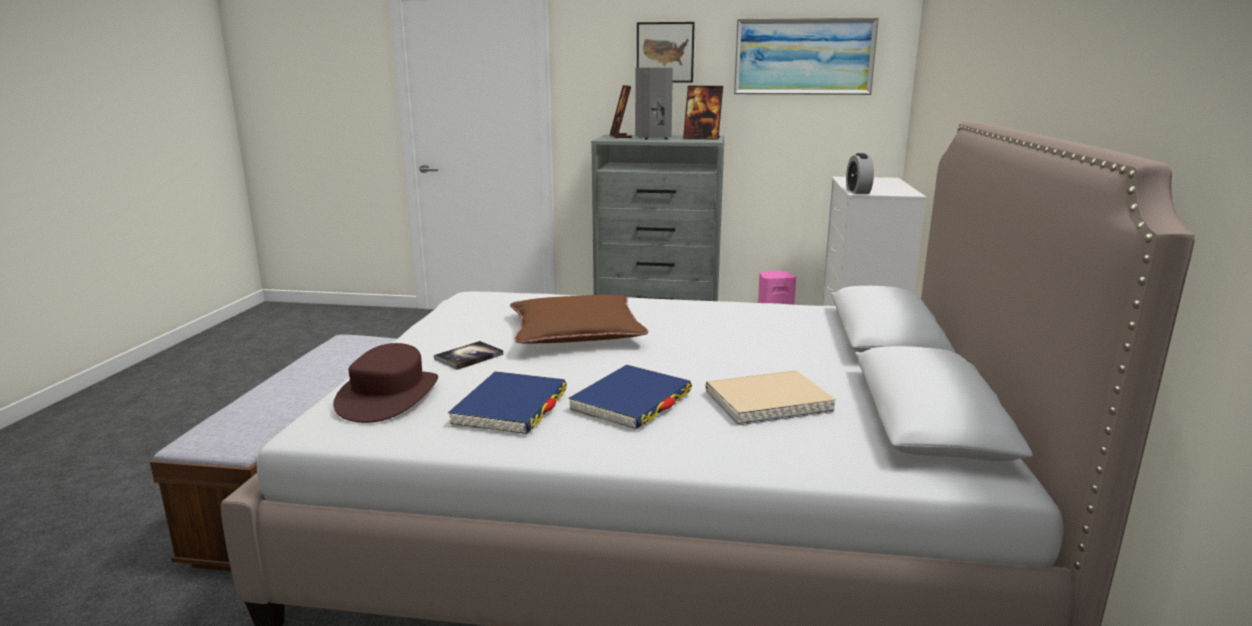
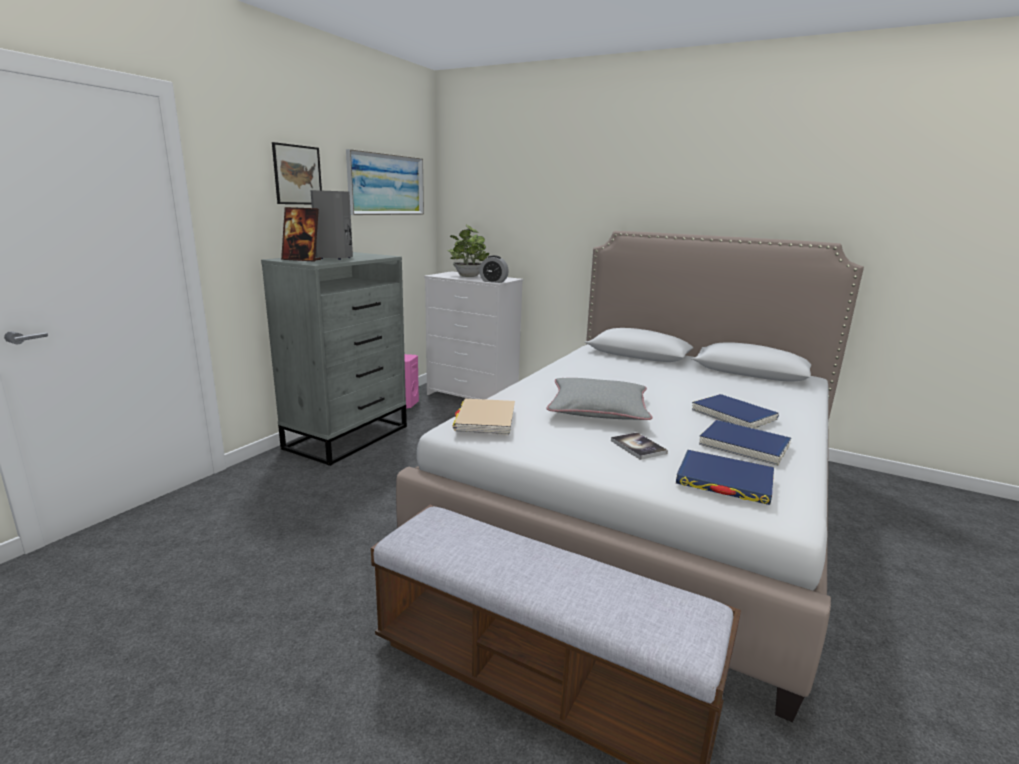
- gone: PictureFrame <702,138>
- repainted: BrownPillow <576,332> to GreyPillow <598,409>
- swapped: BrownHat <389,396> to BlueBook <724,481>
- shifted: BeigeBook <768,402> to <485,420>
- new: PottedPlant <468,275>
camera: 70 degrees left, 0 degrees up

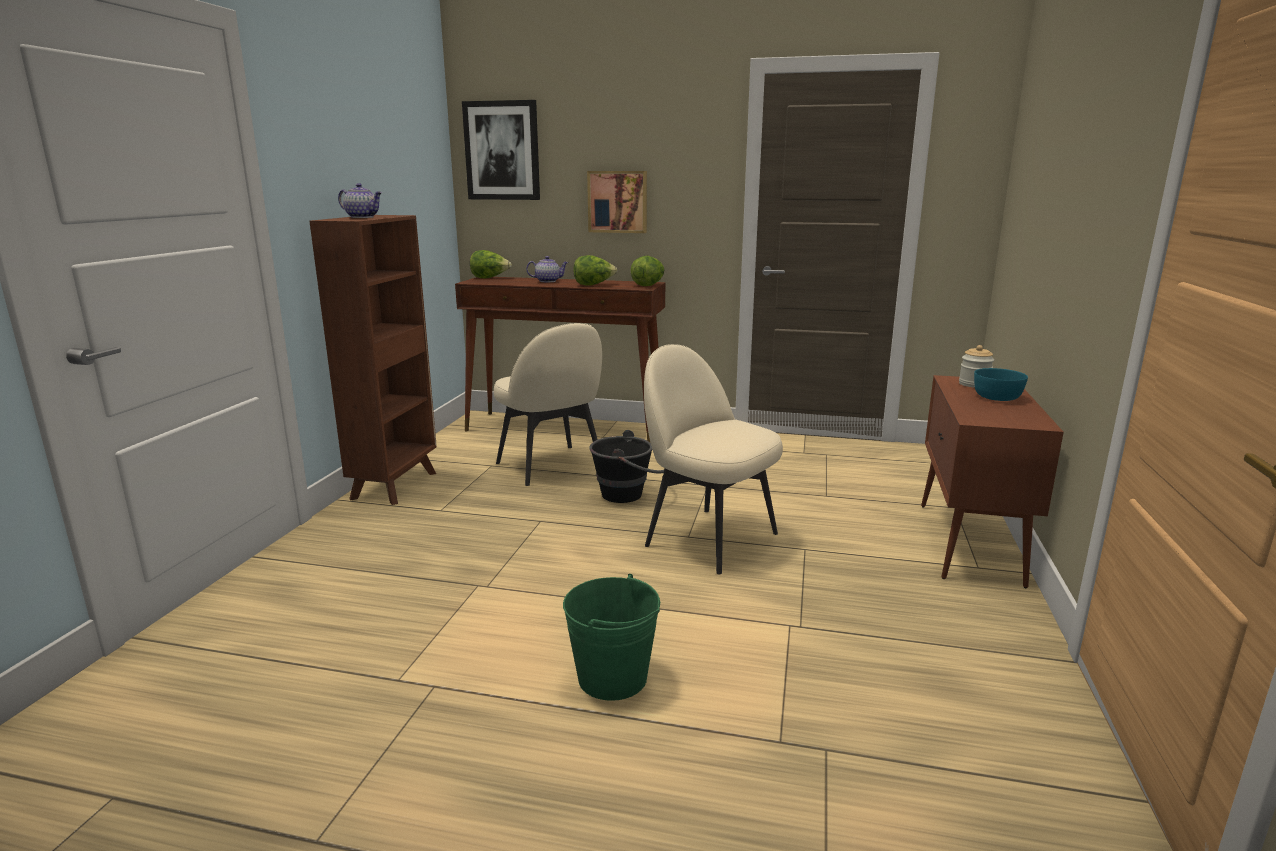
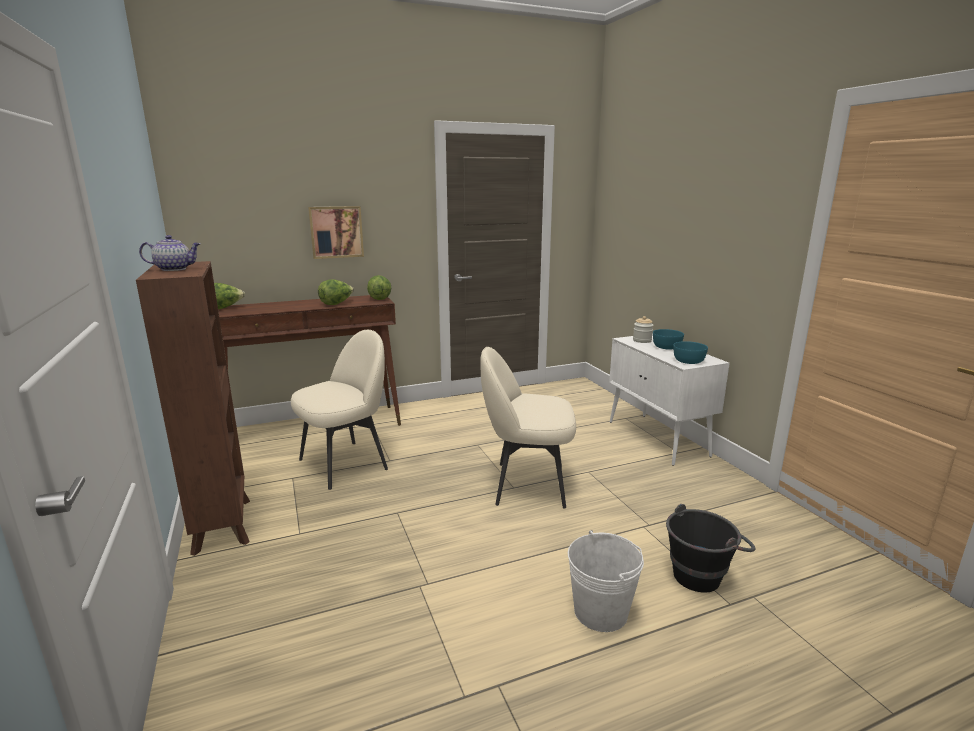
- gone: Picture <502,151>
- gone: Teapot <548,281>
- rotated: BeigeChair <551,466> = <345,463> 60 degrees counterclockwise
- repainted: BrownCabinet <969,543> to WhiteCabinet <658,439>
- shifted: BlackBucket <630,495> to <703,573>
- repainted: GreenBucket <612,678> to WhiteBucket <600,612>
- new: TurquoiseBowl <689,361>
camera: 35 degrees left, 0 degrees up

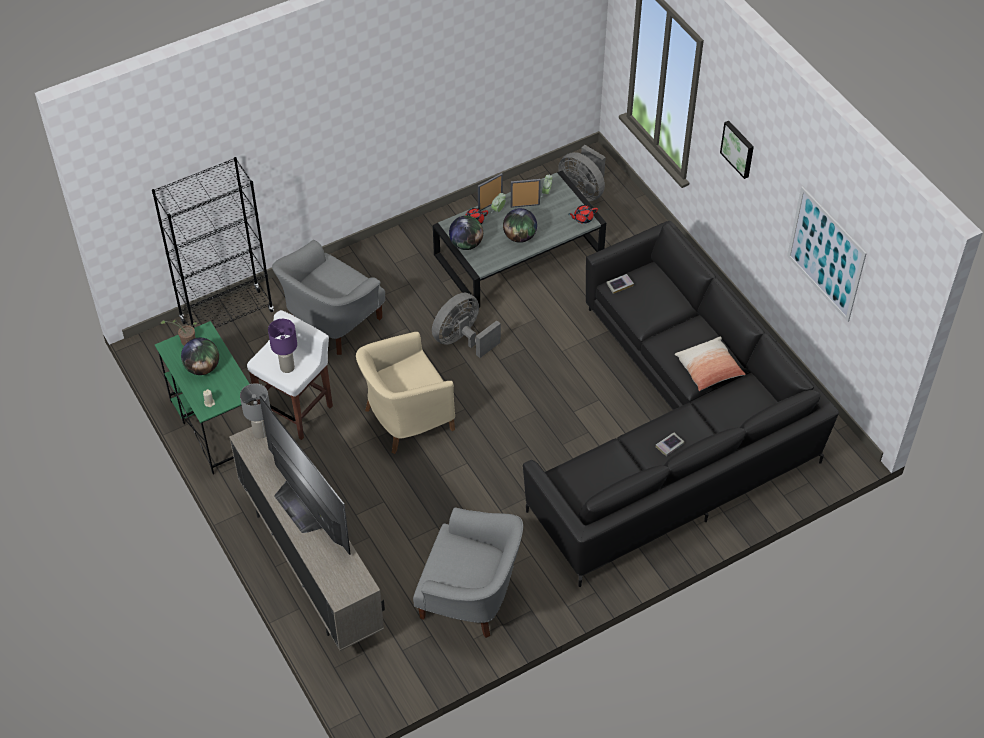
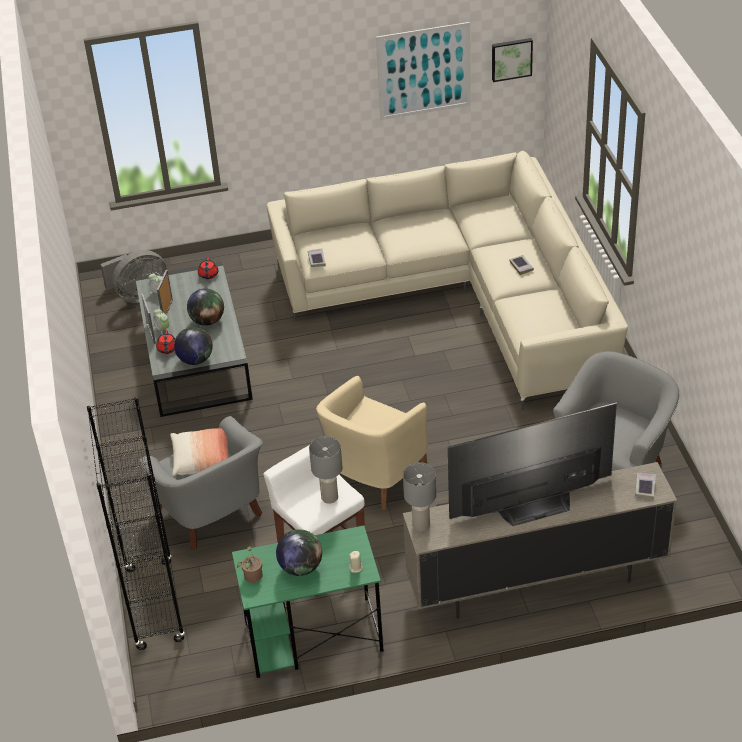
- shifted: Picture <738,148> to <511,58>
- repainted: BlackSofa <674,430> to BeigeSofa <464,297>
- gone: GreyFan <462,340>
- repainted: PurpleTableLamp <287,367> to GreyTableLamp <329,498>
- rotated: BeigeArmchair <406,419> = <373,475> 45 degrees clockwise
- shifted: Pillow <709,370> to <202,459>
- new: Book <645,487>
camera: 70 degrees left, 10 degrees down

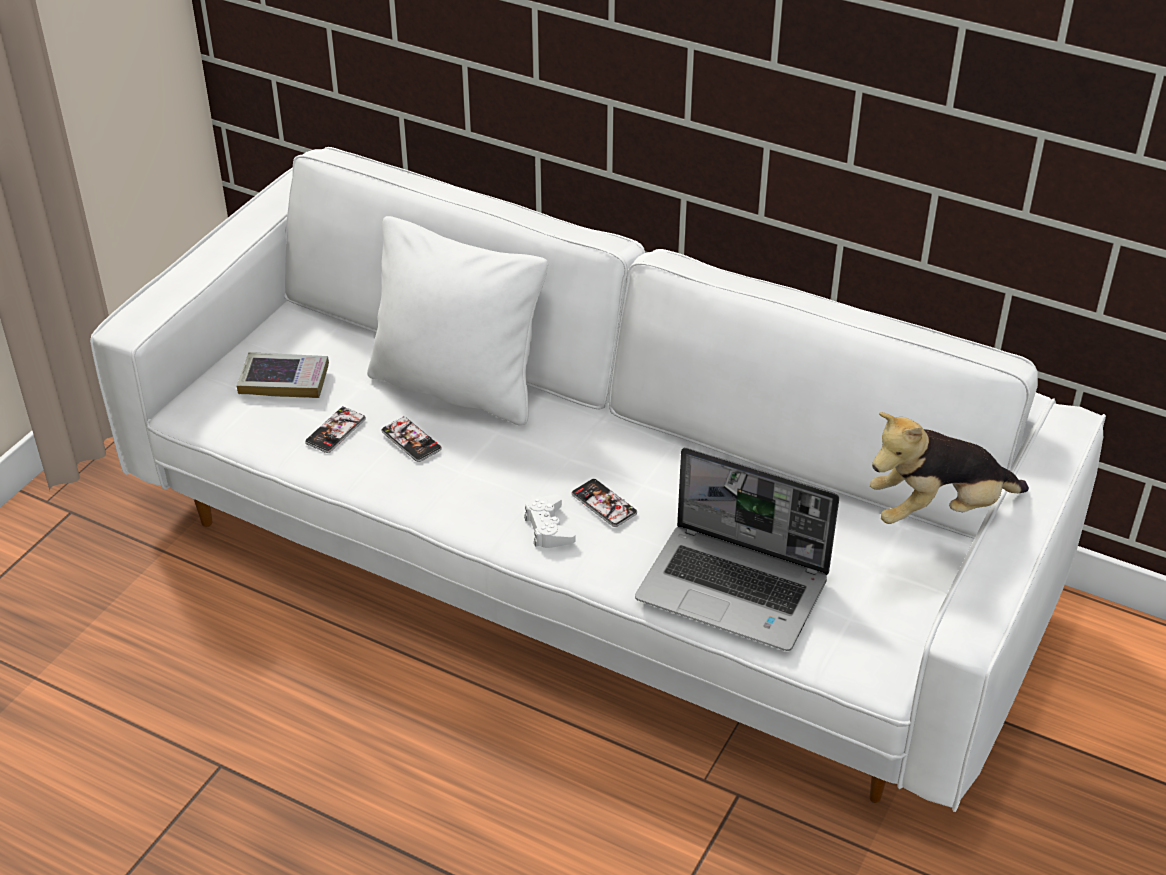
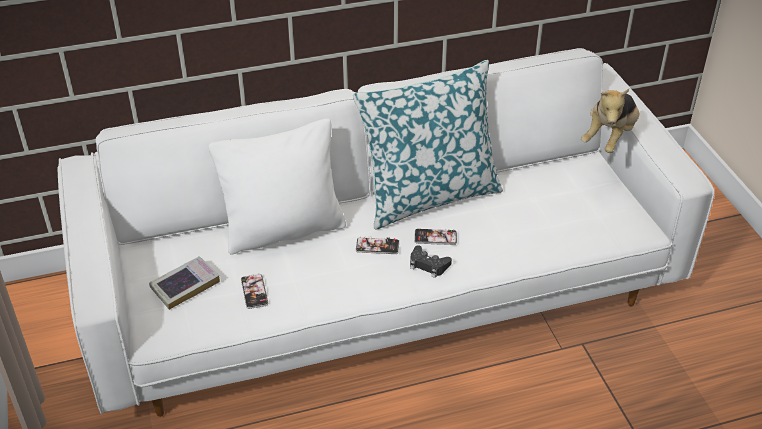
- shifted: Phone <411,440> to <377,246>
- gone: Laptop <735,589>
- repainted: WhiteGameController <549,528> to BlackGameController <428,265>
- new: Pillow <429,195>
camera: 45 degrees left, 0 degrees up

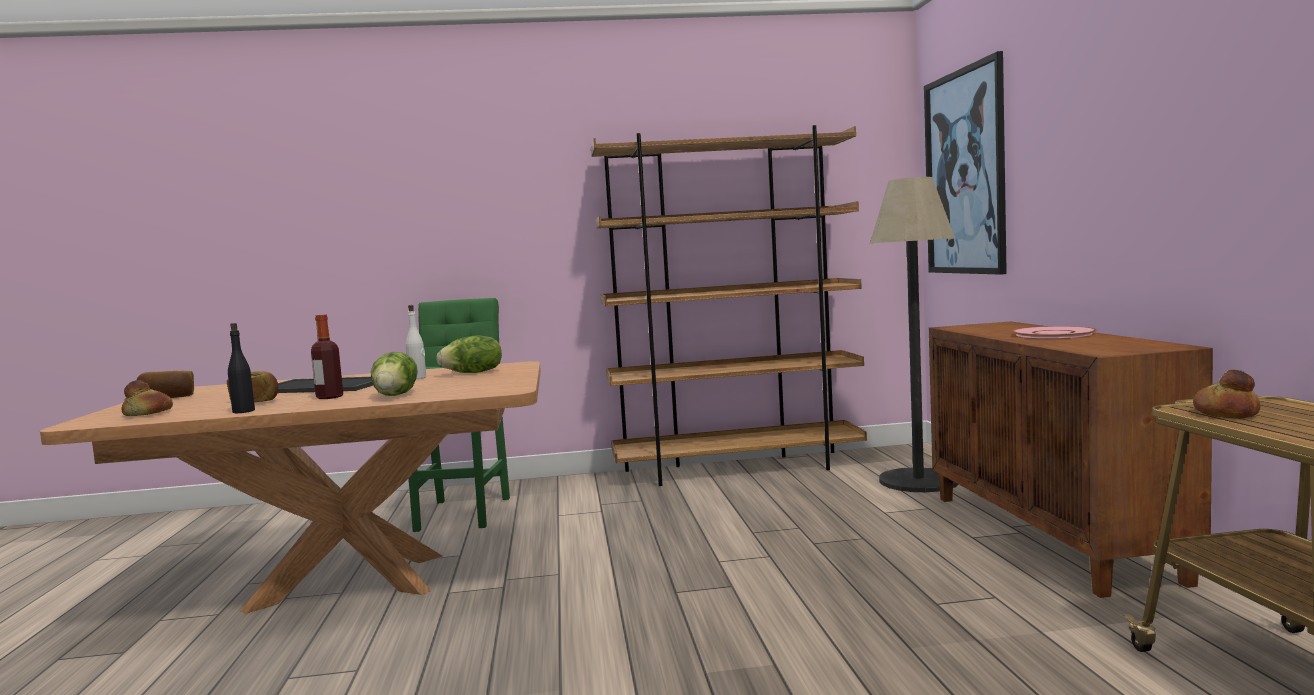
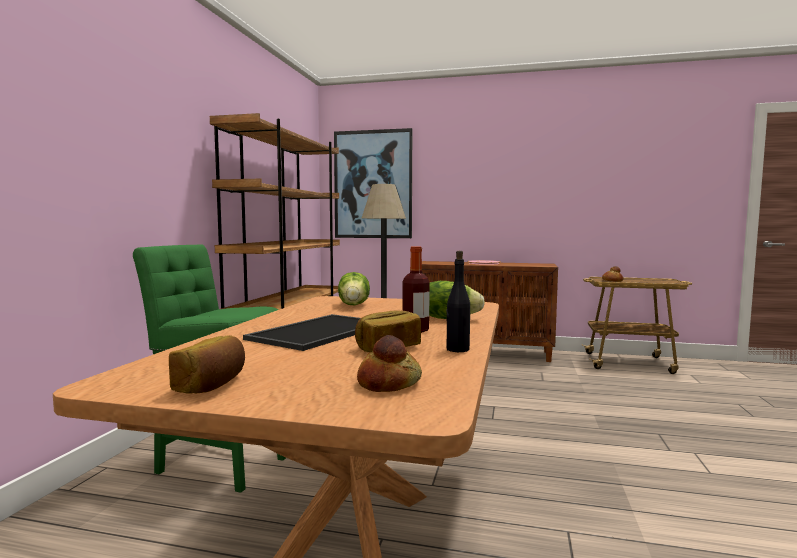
- gone: WhiteBottle <417,378>
camera: 70 degrees left, 0 degrees up

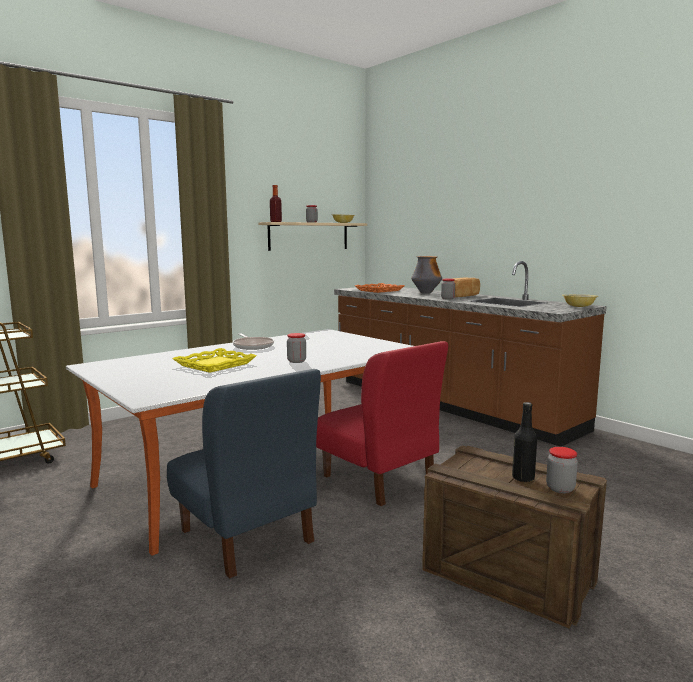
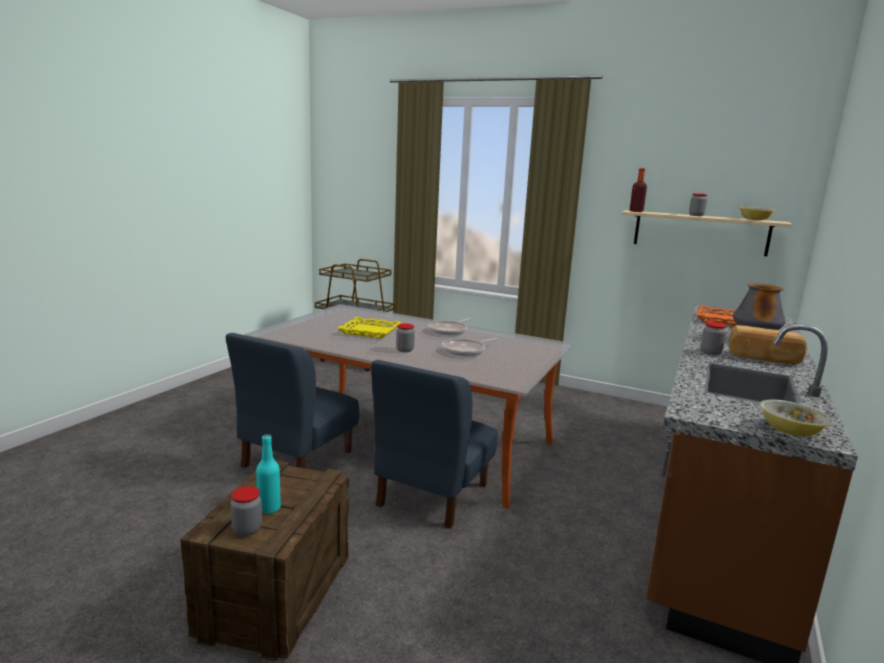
- repainted: RedChair <378,479> to BlueChair <432,495>
- repainted: BlackBottle <523,478> to TurquoiseBottle <269,508>
- new: FryingPan <466,351>
camera: 65 degrees right, 5 degrees up

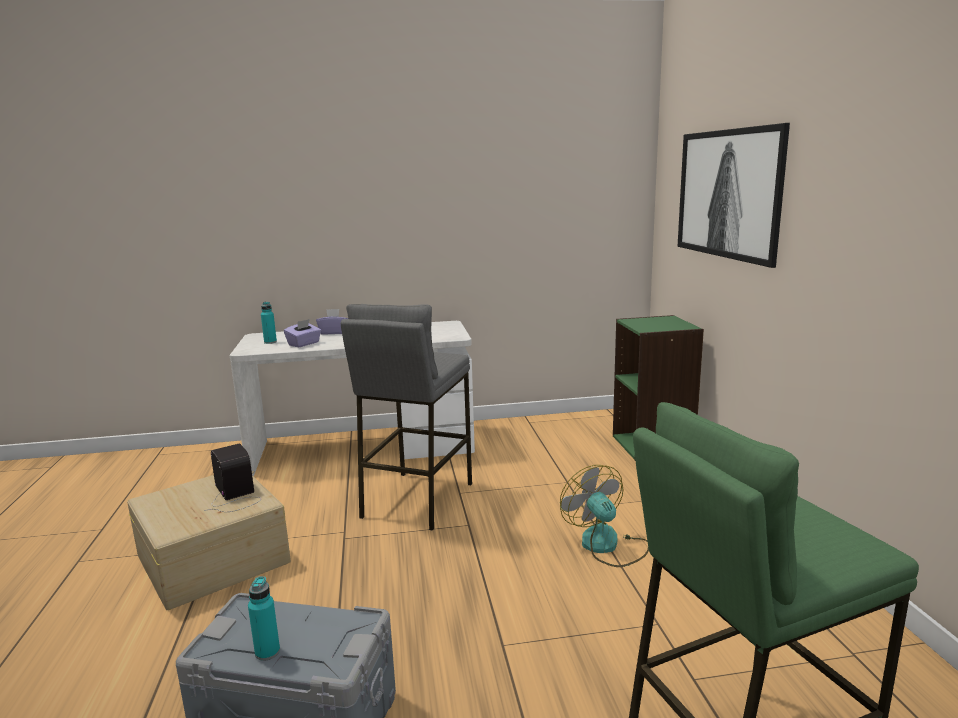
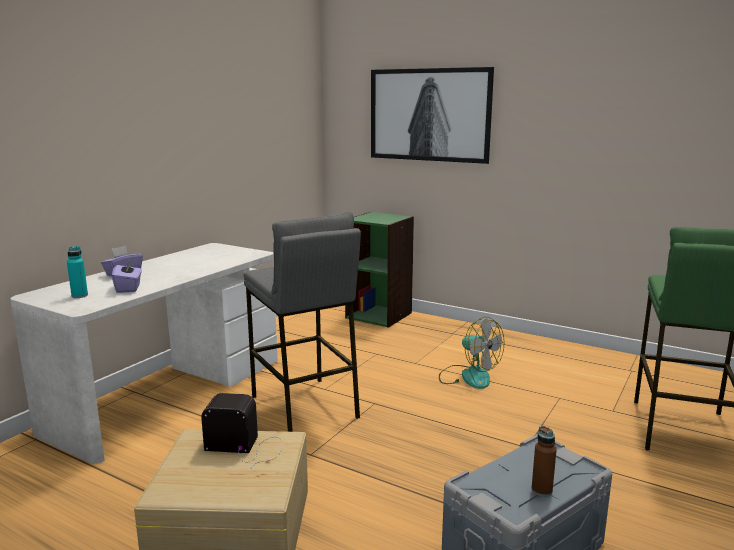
- rotated: Fan <607,546> = <468,376> 150 degrees counterclockwise
- repainted: TurquoiseBottle <267,652> to BrownBottle <541,490>
camera: 50 degrees left, 0 degrees up

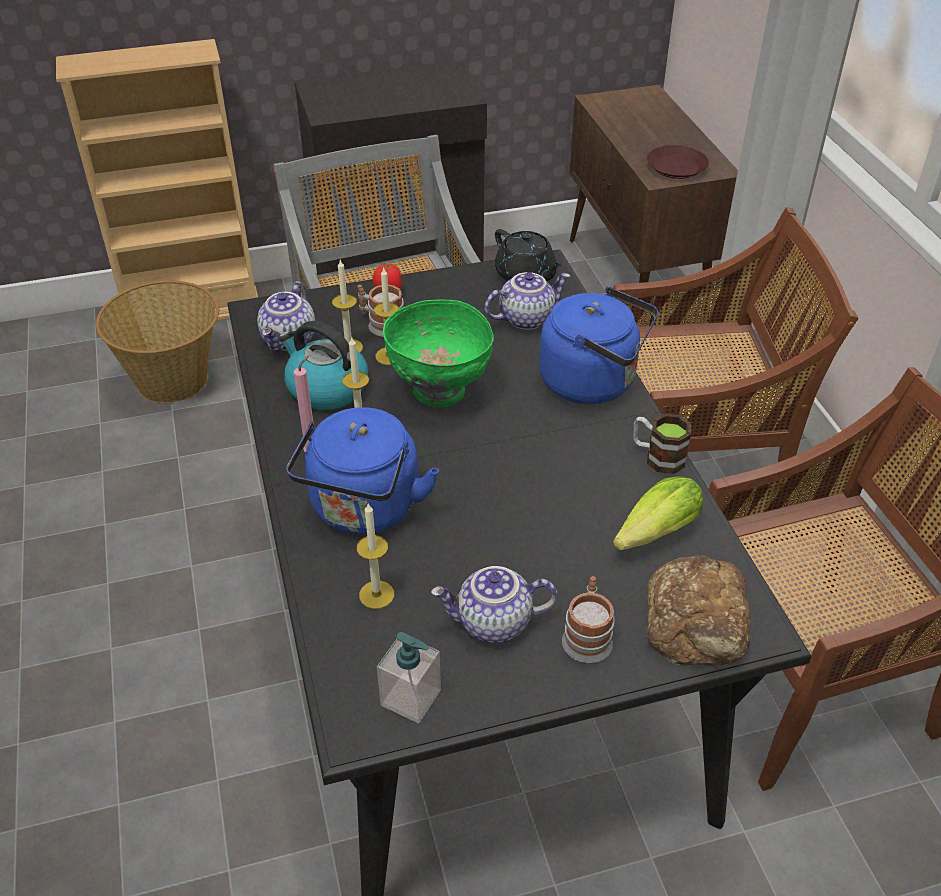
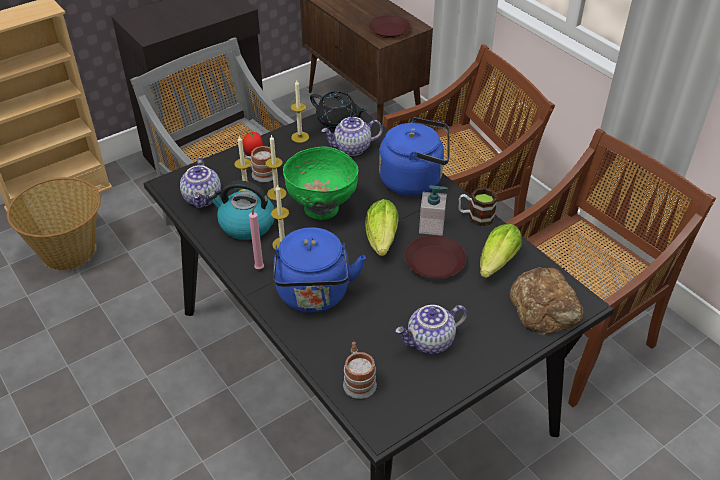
- rotated: Teapot <526,318> = <352,149> 150 degrees counterclockwise
- shifted: Candle <376,594> to <300,137>
- shifted: Mug <587,635> to <358,380>
- shifted: SoapDispenser <411,698> to <431,226>
- new: Lettuce <381,241>
- new: BrownPlate <435,262>
camera: 20 degrees left, 0 degrees up

